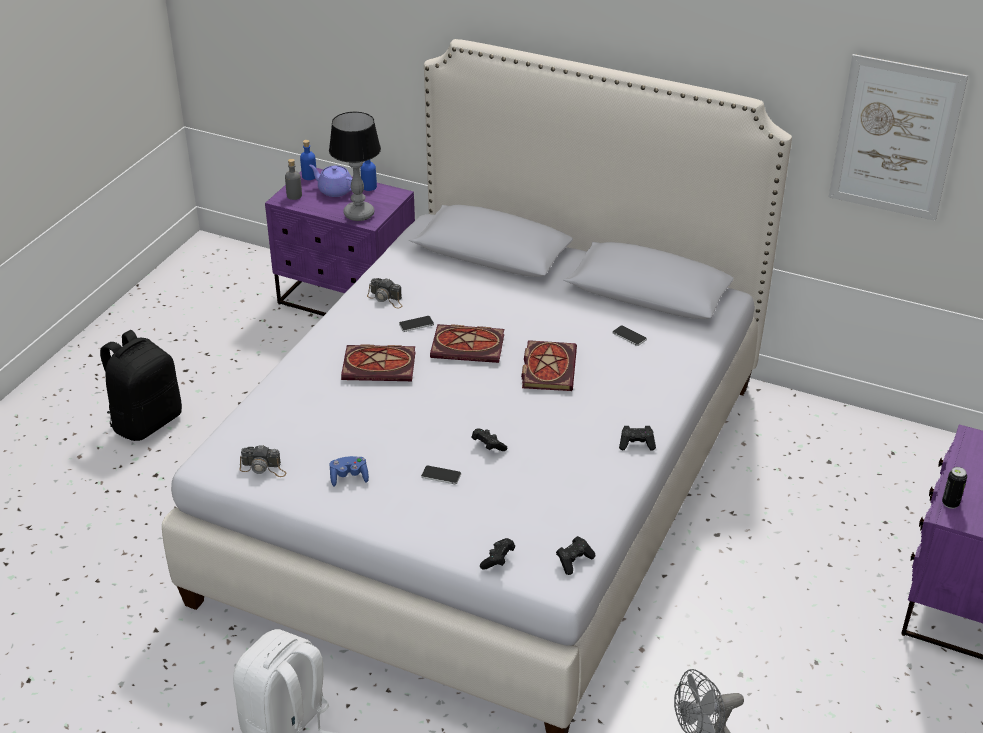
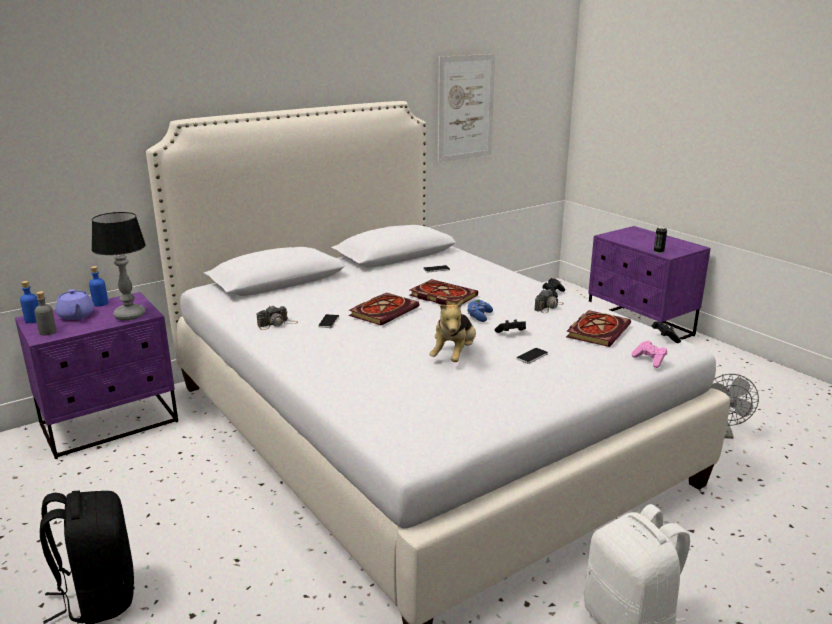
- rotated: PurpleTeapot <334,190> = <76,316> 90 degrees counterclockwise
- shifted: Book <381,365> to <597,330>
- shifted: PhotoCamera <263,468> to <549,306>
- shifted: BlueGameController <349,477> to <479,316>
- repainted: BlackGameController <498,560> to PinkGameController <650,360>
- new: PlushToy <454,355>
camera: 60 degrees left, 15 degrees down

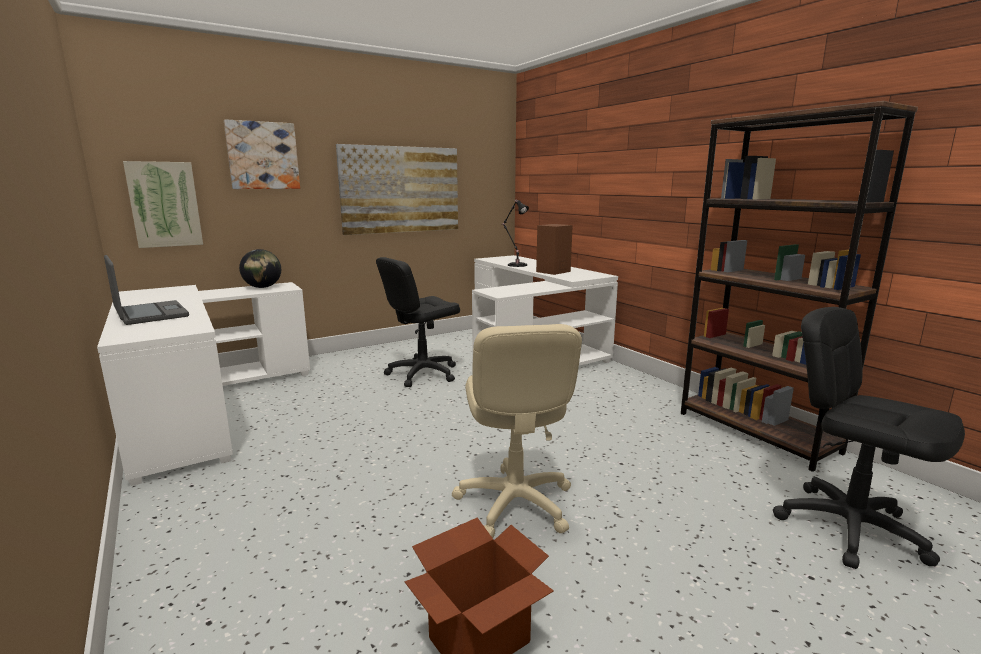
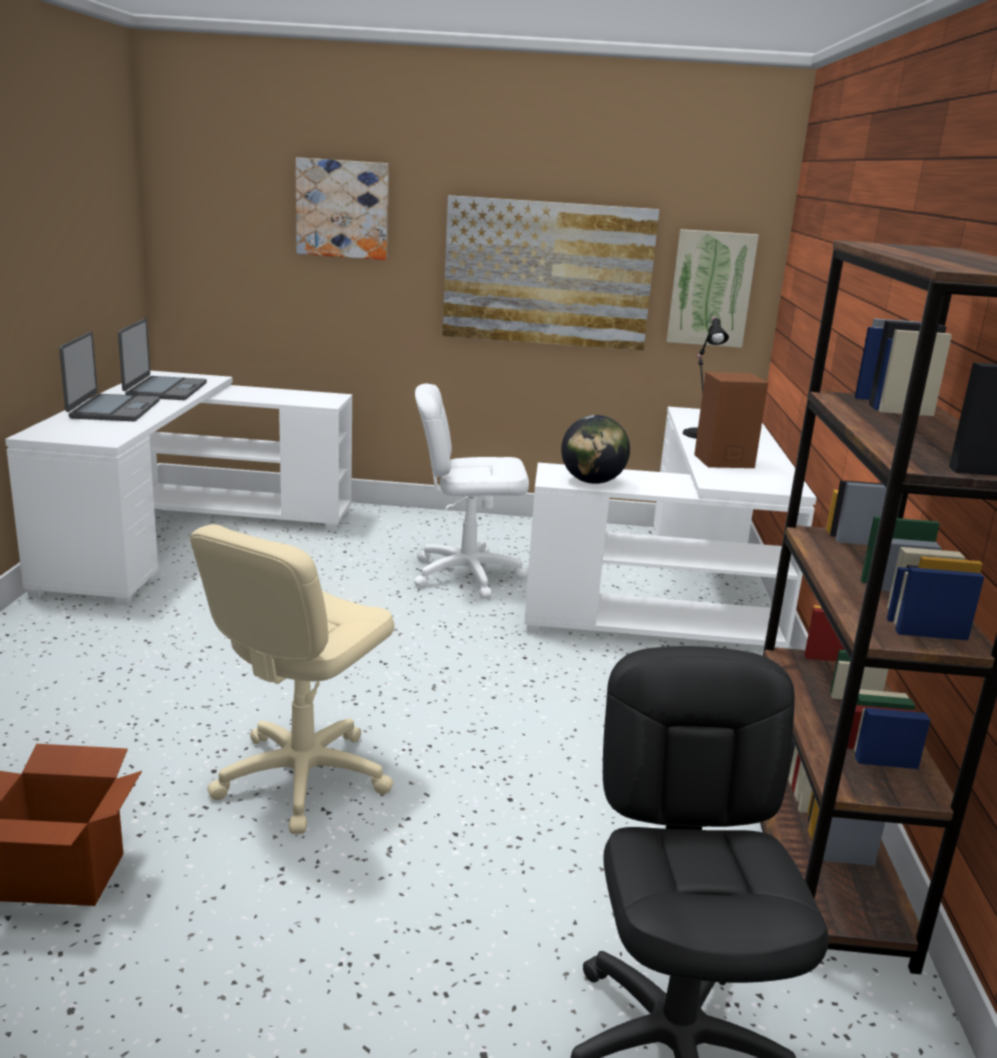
- shifted: Picture <165,204> to <711,288>
- shifted: Globe <262,287> to <592,482>
- repainted: BlackOfficeChair <422,374> to WhiteOfficeChair <466,574>
- new: Laptop <165,390>
camera: 35 degrees right, 5 degrees up

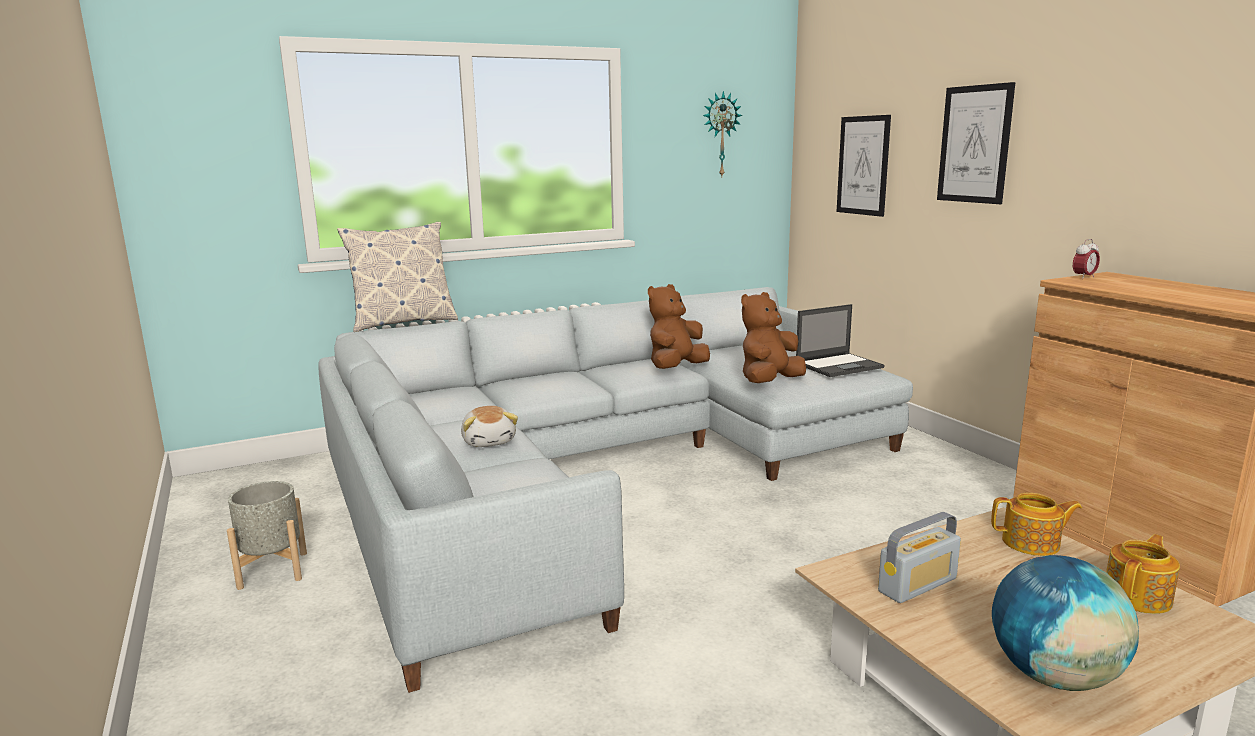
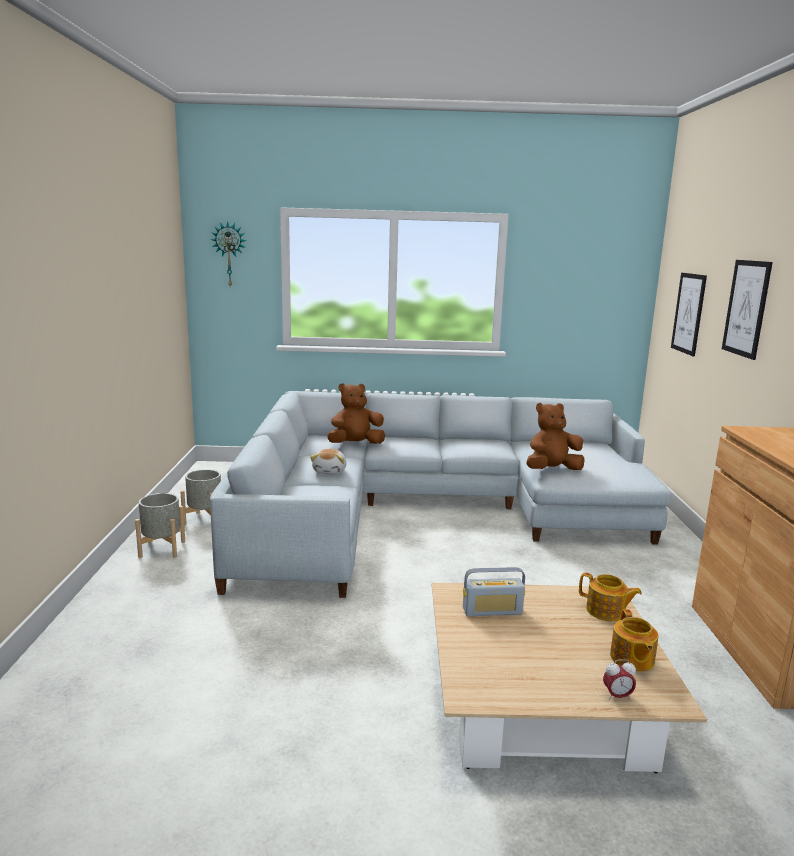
- shifted: WallClock <720,134> to <229,254>
- gone: Pillow <403,323>
- shifted: AlarmClock <1083,277> to <617,696>
- shifted: BrownPlushToy <676,368> to <355,444>
- gone: Laptop <839,365>
- rotated: Teapot <1138,597> = <631,659> 105 degrees clockwise
- gone: Globe <1053,676>
- new: GreyPlanter <162,549>
camera: 25 degrees right, 0 degrees up

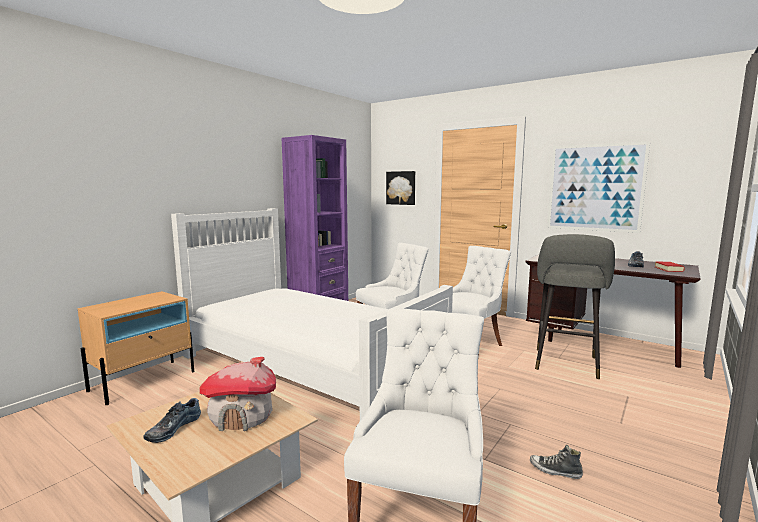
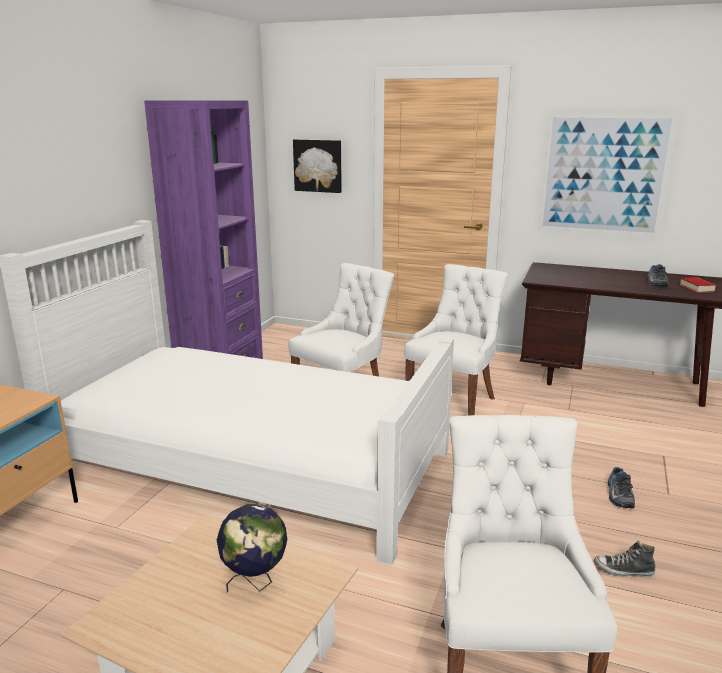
- gone: GreyStool <566,365>
- swapped: ToyHouse <242,417> to Globe <255,582>
- shifted: Shoe <173,428> to <618,495>
camera: 15 degrees left, 10 degrees up

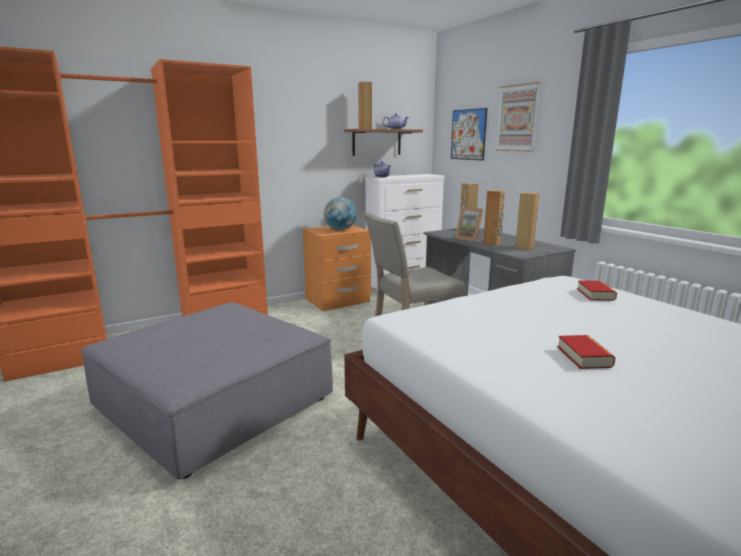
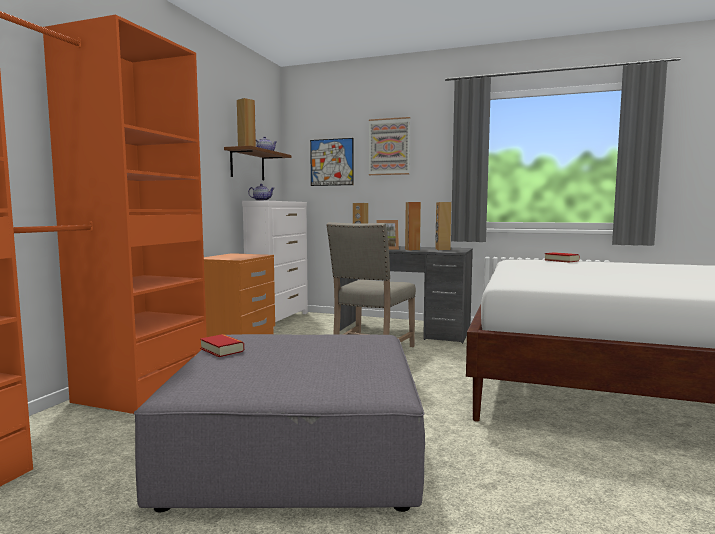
- gone: Globe <340,230>
- shifted: Book <584,357> to <222,350>
camera: 40 degrees left, 10 degrees down

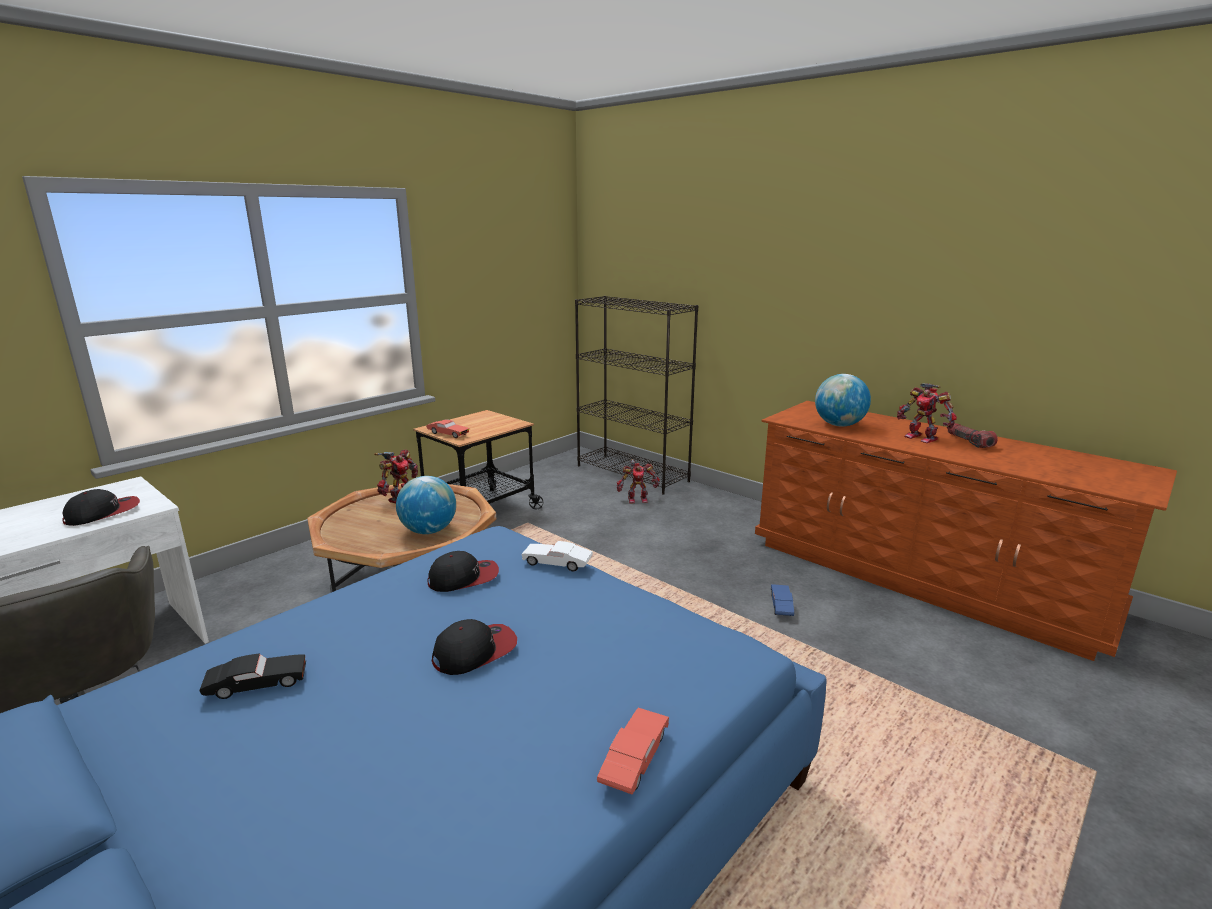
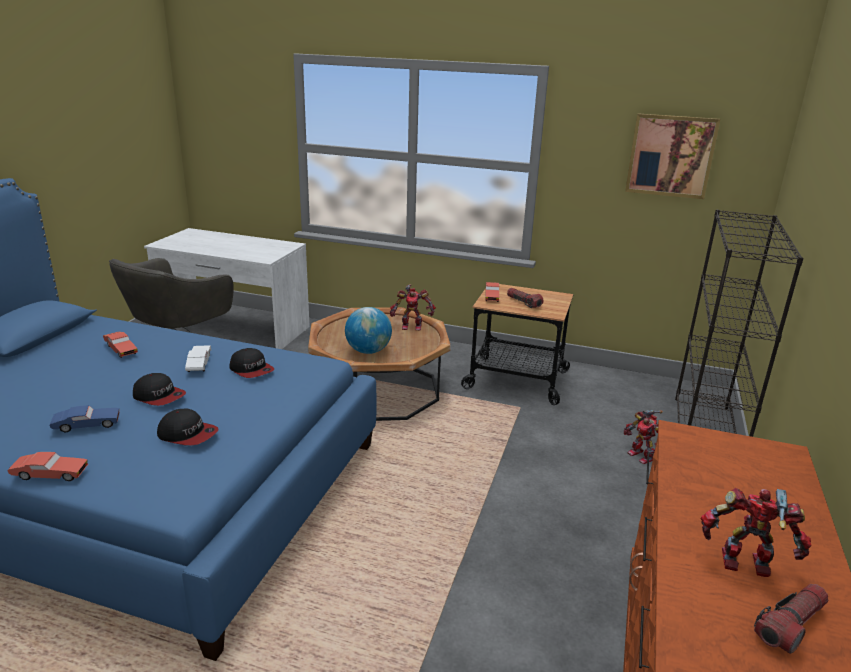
- gone: Globe <839,425>
- rotated: ToyRobot <922,438> = <746,565> 75 degrees clockwise
- shifted: Cap <103,513> to <188,434>
- shifted: WhiteToyCar <557,563> to <199,364>
- shifted: BlueToyCar <781,606> to <87,425>
- repainted: BlackToyCar <257,685> to RedToyCar <121,349>
- new: Picture <670,156>
- new: Flashlight <523,303>
camera: 65 degrees right, 5 degrees up

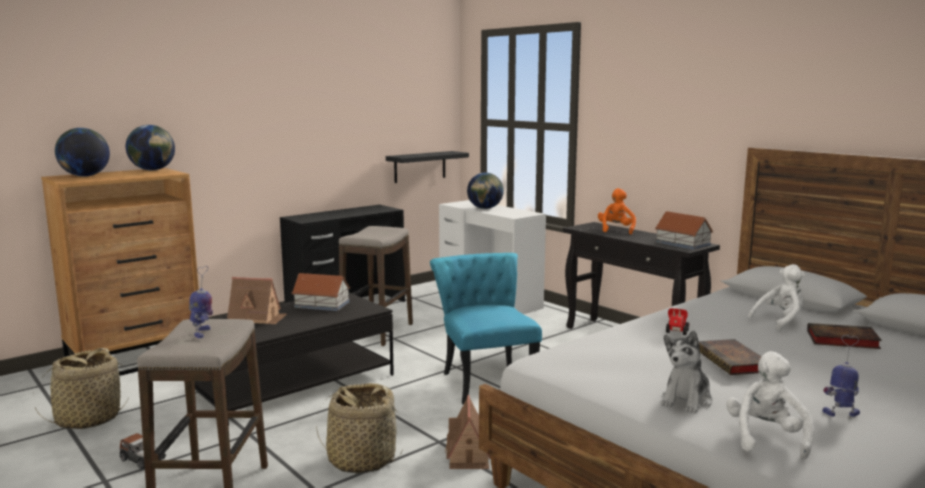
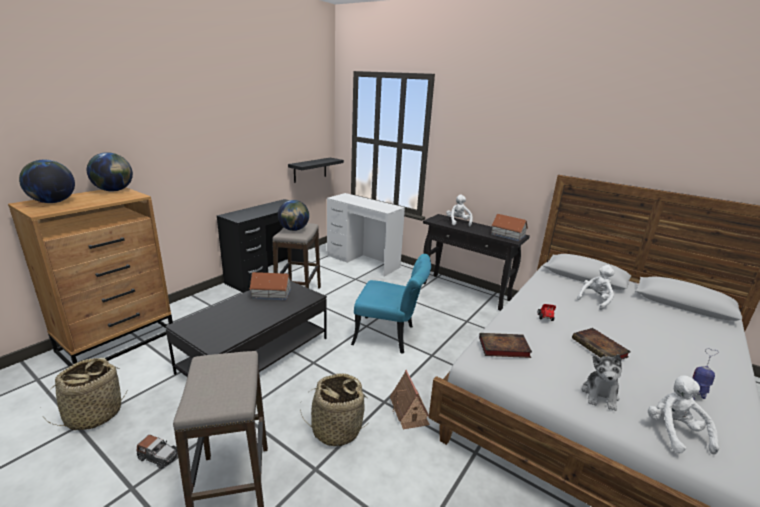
- shifted: Globe <485,208> to <294,229>
- repainted: OrangePlushToy <616,230> to WhitePlushToy <458,222>
- rotated: TurquoiseChair <485,379> = <390,336> 135 degrees clockwise
- gone: ToyRobot <202,333>
- gone: ToyHouse <257,318>
- shifted: Book <840,340> to <502,348>
camera: 15 degrees left, 10 degrees up

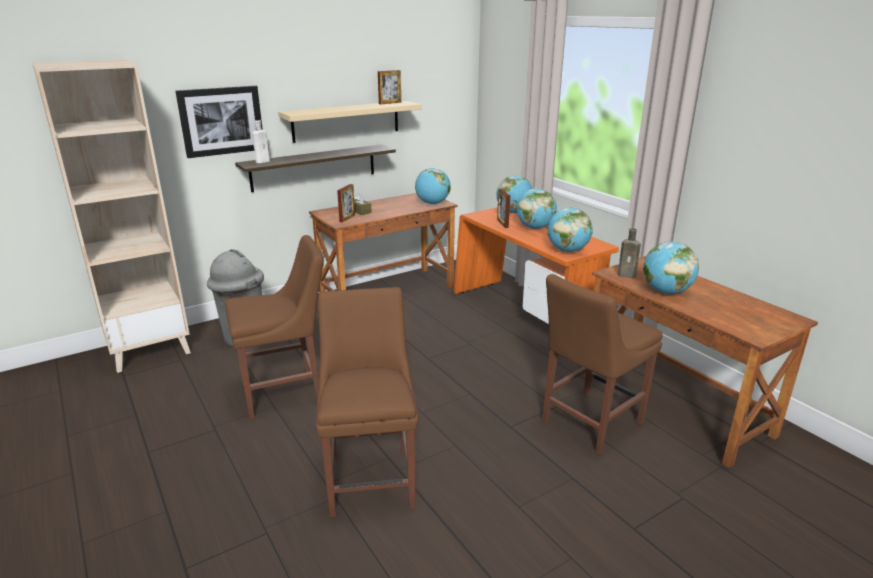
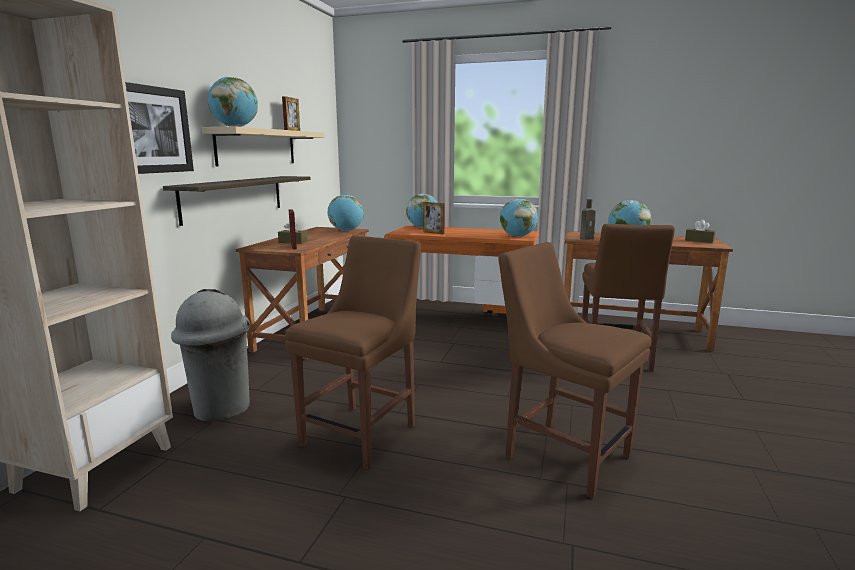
- gone: WhiteBottle <263,161>
- shifted: Globe <535,228> to <235,127>
- new: BrownTissueBox <699,240>
camera: 40 degrees left, 10 degrees down

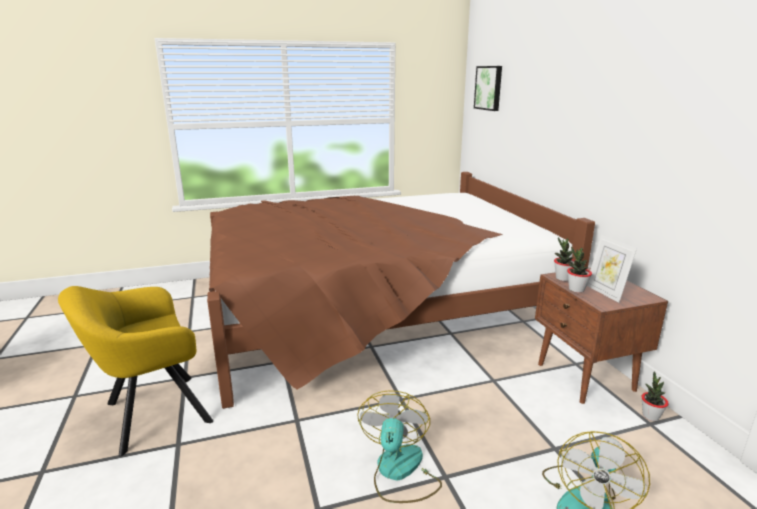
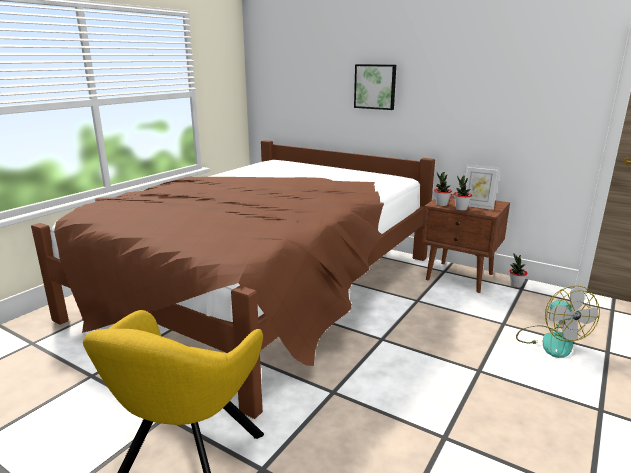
- shifted: Picture <489,88> to <375,86>
- gone: Fan <399,472>
camera: 40 degrees left, 0 degrees up

